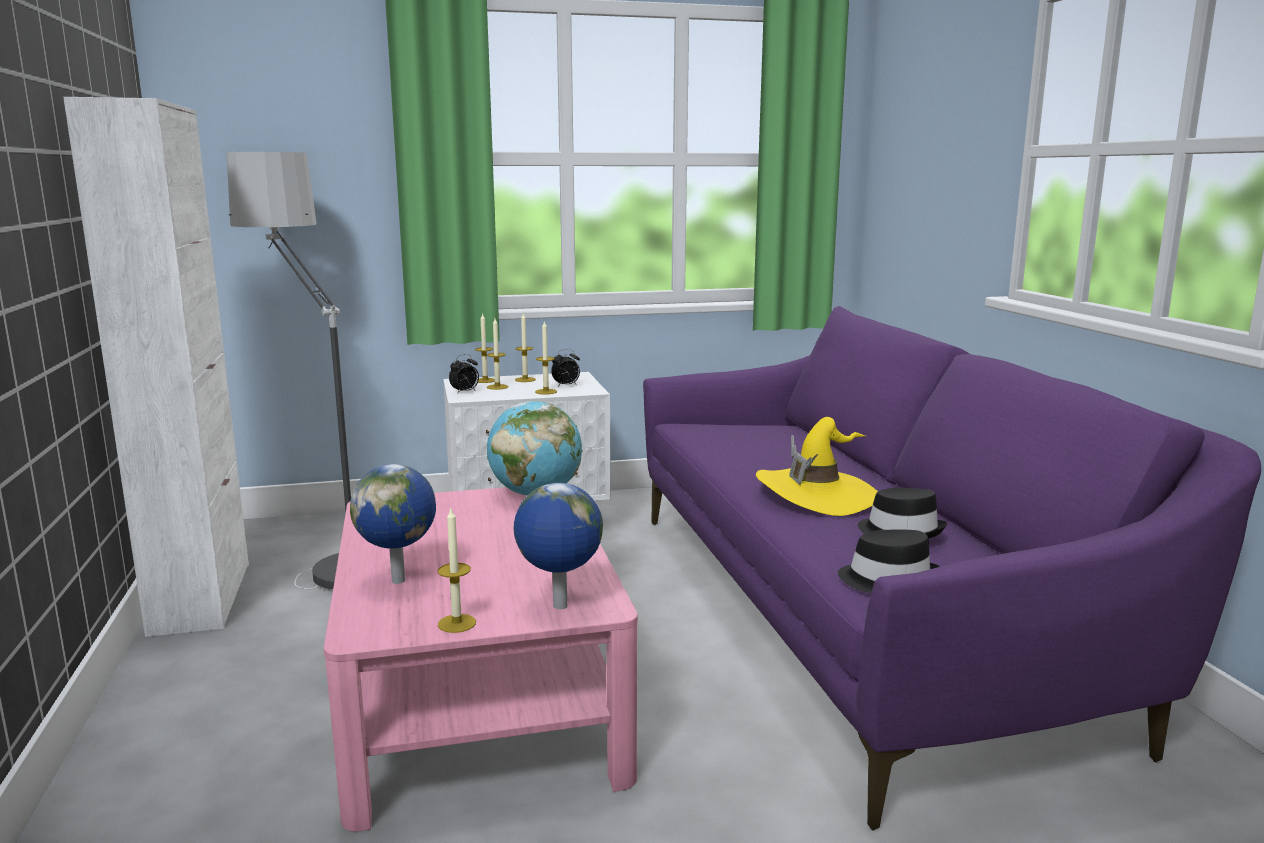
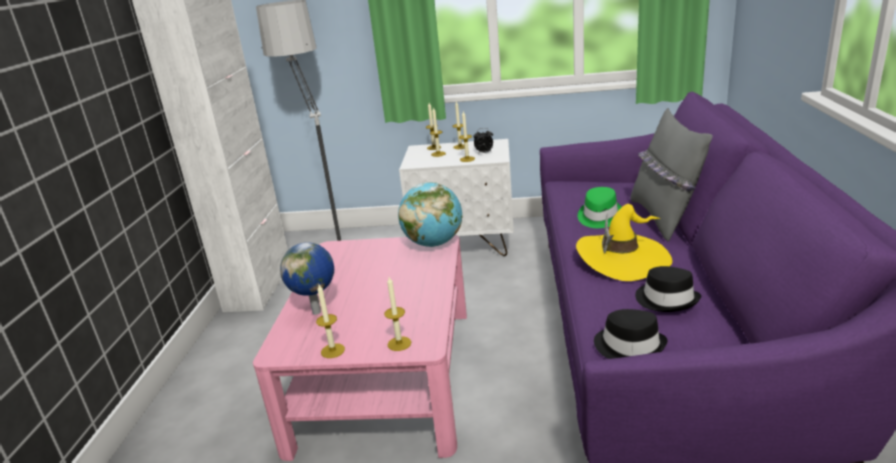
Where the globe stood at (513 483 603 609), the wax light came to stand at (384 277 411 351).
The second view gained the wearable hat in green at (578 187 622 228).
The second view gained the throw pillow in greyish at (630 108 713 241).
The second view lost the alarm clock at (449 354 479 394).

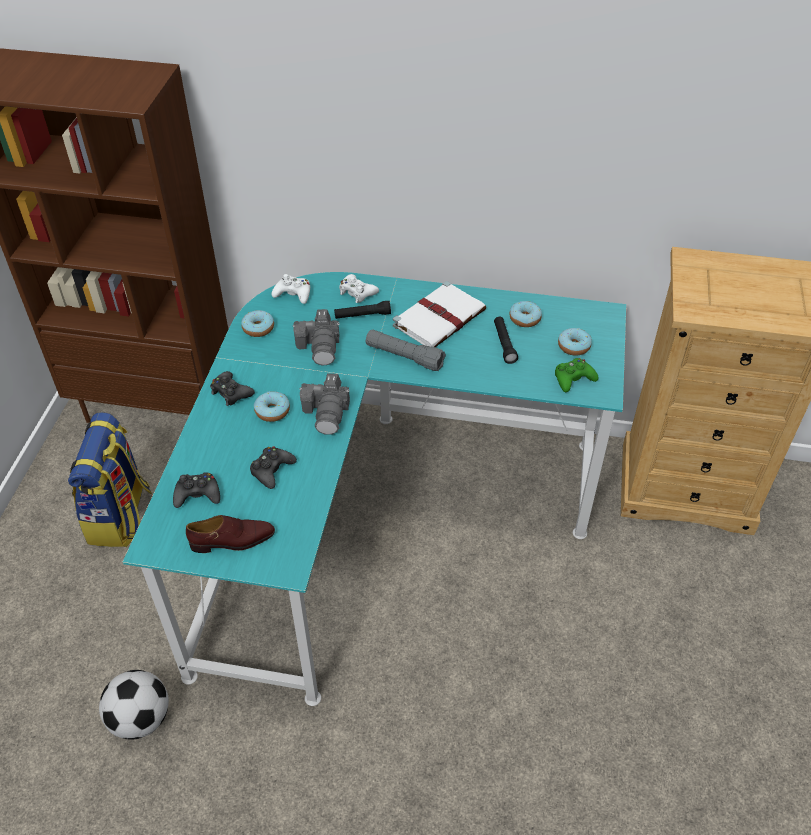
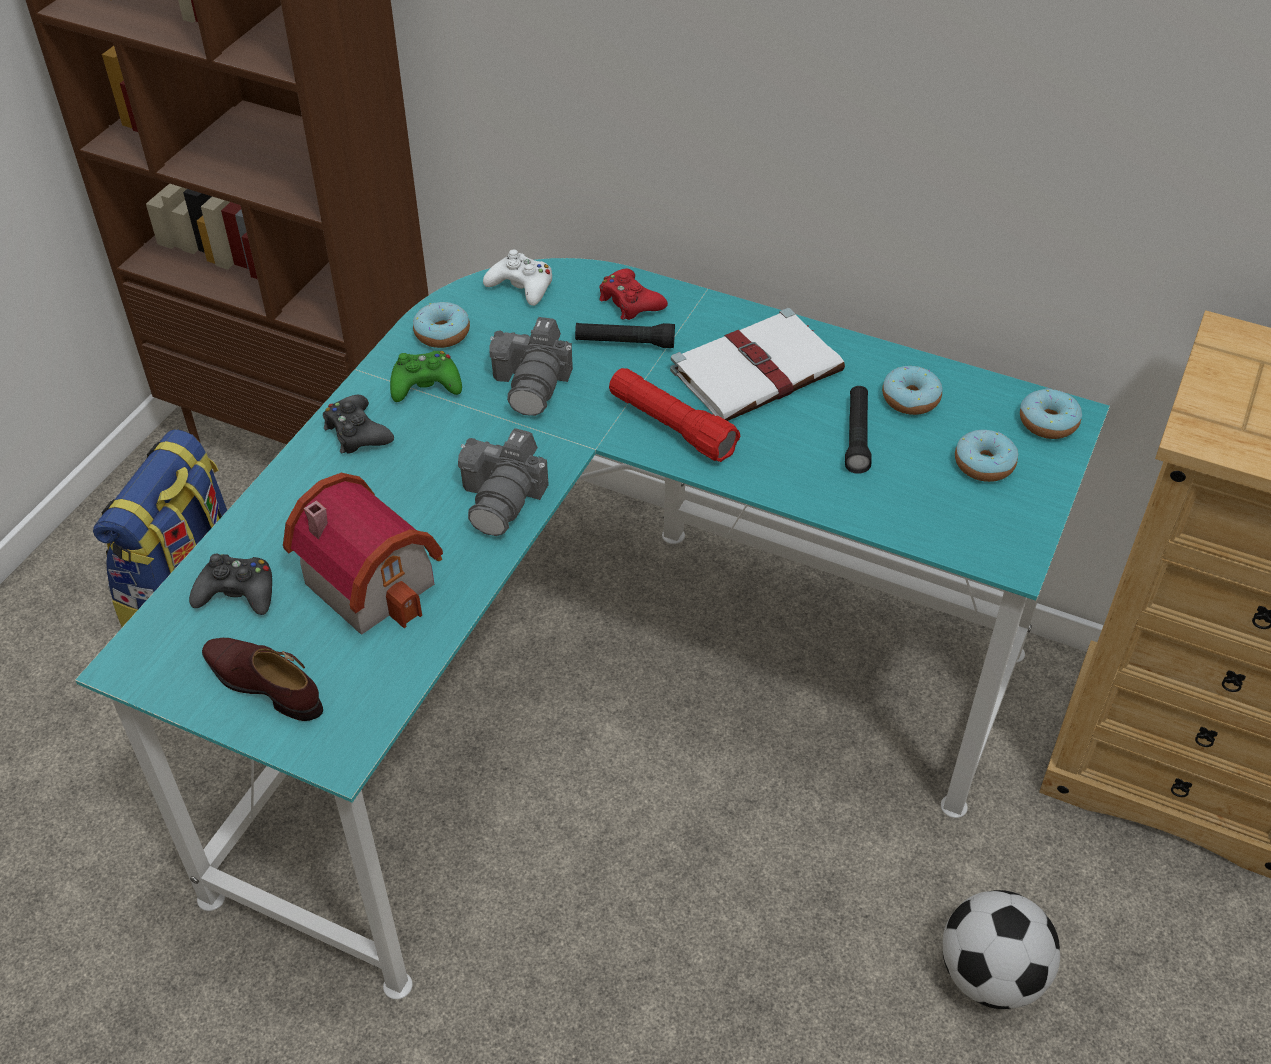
The shoe in brown-coloured at (186 515 275 553) ended up facing another way, 150 degrees counterclockwise from before.
Where the gamepad in blackish stood at (250 446 297 489), the miniature house came to stand at (283 473 443 635).
The gamepad in green ended up elsewhere, having gone from (555 358 599 392) to (390 351 462 402).
What was the gamepad in whitish at (339 274 379 303) turned into the gamepad in red at (599 268 668 320).
What was the hand torch in greyish at (366 330 446 371) turned into the hand torch in red at (609 368 741 462).
The ball for football ended up elsewhere, having gone from (99 670 169 740) to (943 890 1060 1009).
The doughnut ended up elsewhere, having gone from (254 391 290 422) to (1020 388 1082 439).

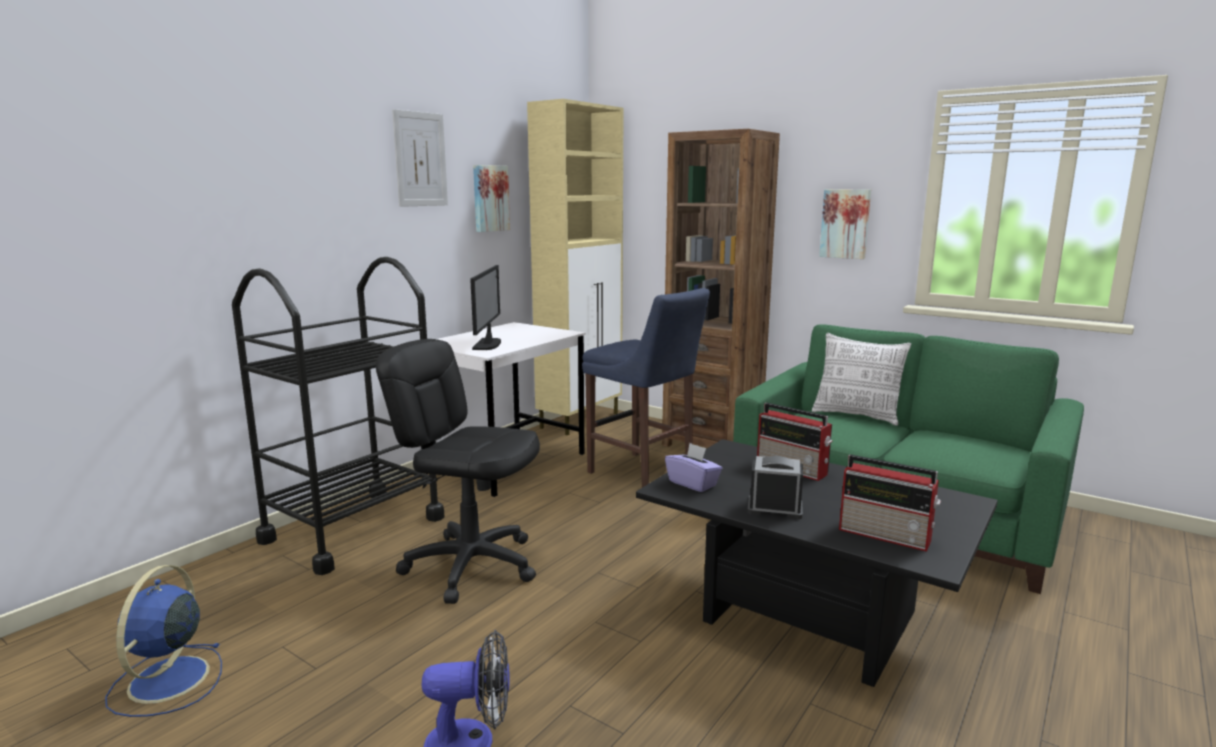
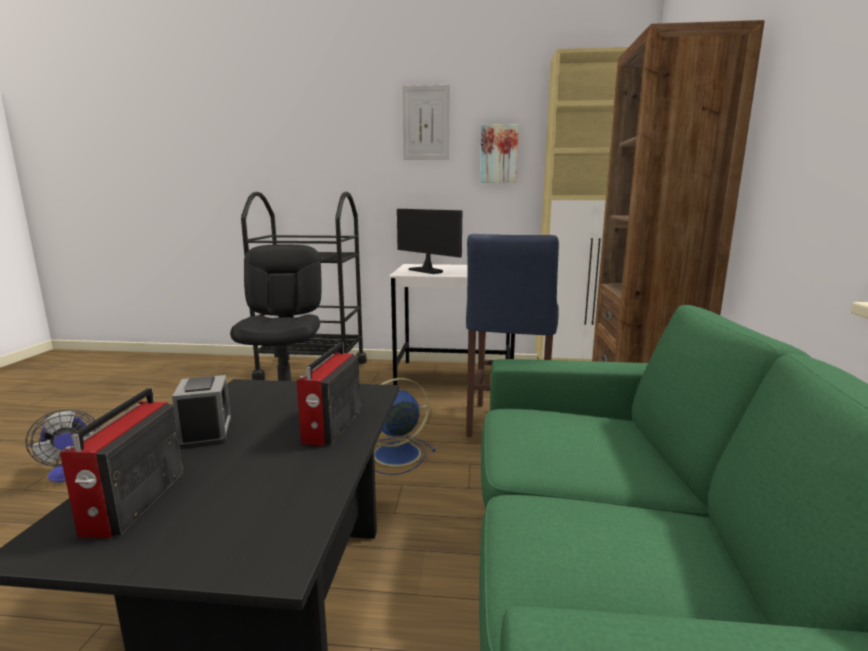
The electric fan in bluish ended up elsewhere, having gone from (105 565 222 717) to (374 378 436 475).
The monitor at (470 265 501 350) ended up facing another way, 105 degrees counterclockwise from before.
The second view lost the box of tissues in purple-coloured at (665 443 723 492).
The second view lost the throw pillow at (812 333 911 426).
The second view lost the wall picture at (819 189 871 259).

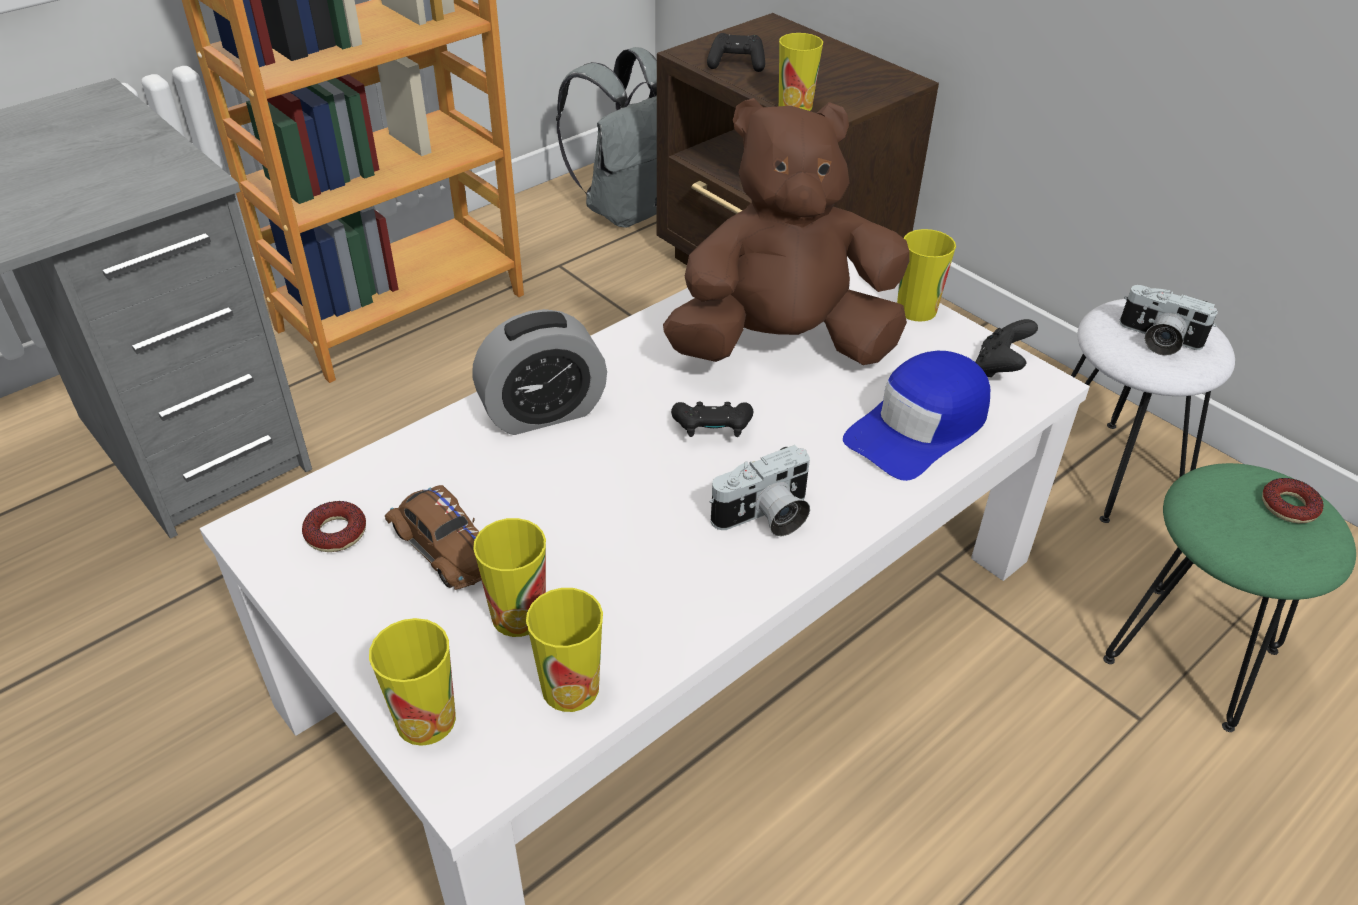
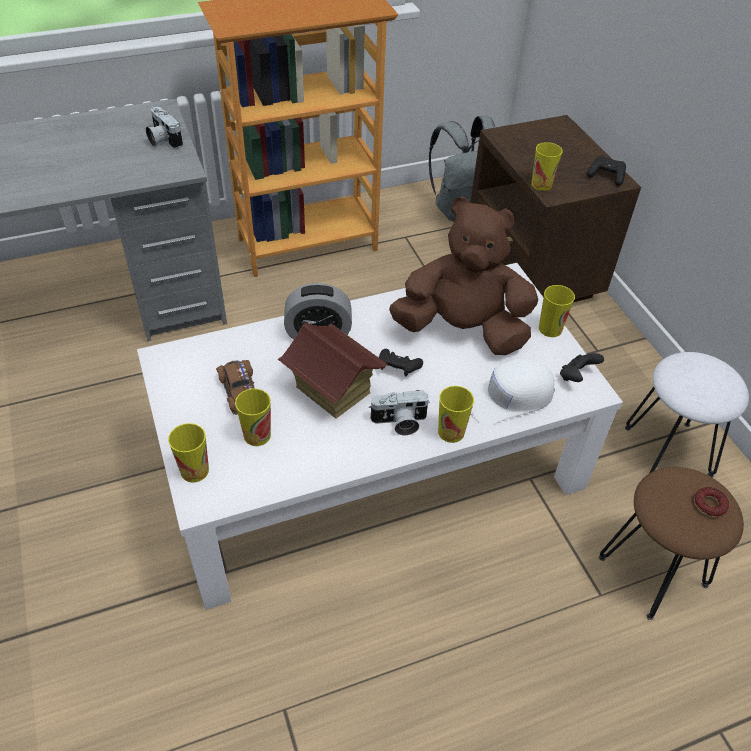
The still camera ended up elsewhere, having gone from (1120 285 1218 356) to (146 107 183 149).
The second view gained the miniature house at (278 323 387 419).
The small cup ended up elsewhere, having gone from (526 588 603 712) to (438 386 474 443).
What was the peaked cap in bluish at (843 351 990 481) turned into the peaked cap in whitish at (468 358 554 426).
The gamepad in blackish ended up elsewhere, having gone from (707 33 765 72) to (587 156 626 186).
What was the sitting stool in green at (1103 463 1356 732) turned into the sitting stool in brown-coloured at (599 467 744 620).
The second view lost the doughnut at (302 501 366 552).

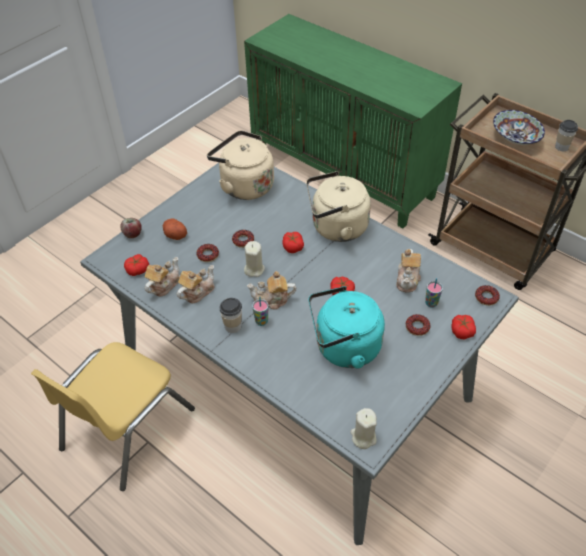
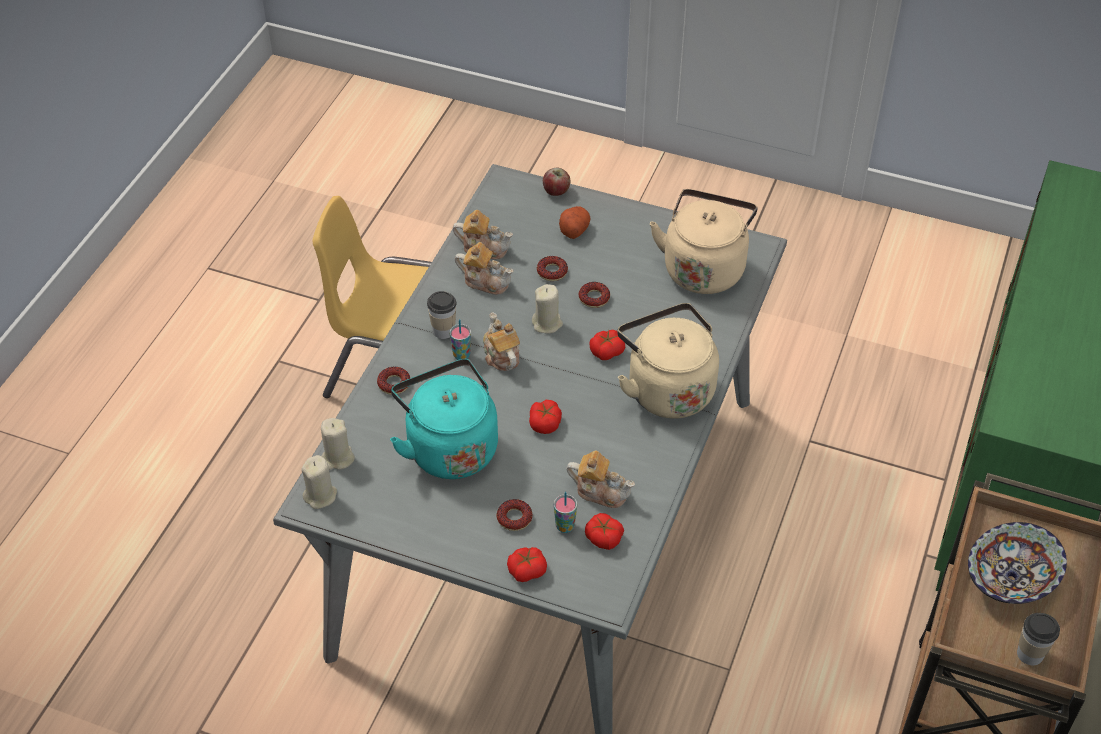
The second view gained the wax light in beige-coloured at (321 418 355 470).
The doughnut ended up elsewhere, having gone from (475 285 500 306) to (377 367 410 395).
The teapot at (396 249 421 293) ended up facing another way, 150 degrees counterclockwise from before.
The whole tomato ended up elsewhere, having gone from (124 254 149 276) to (585 513 624 550).

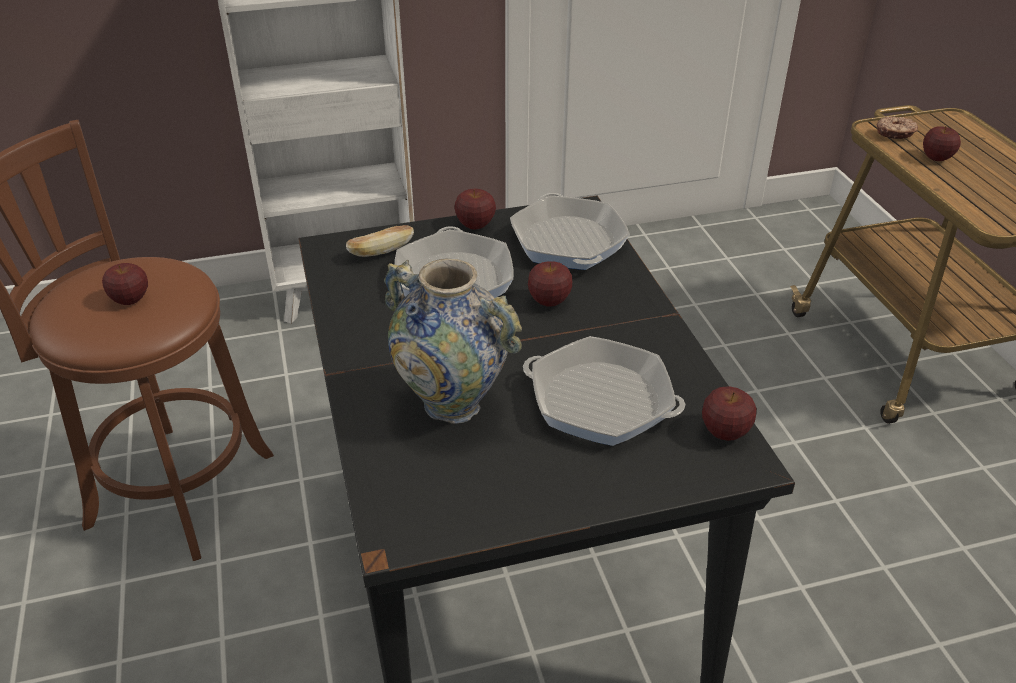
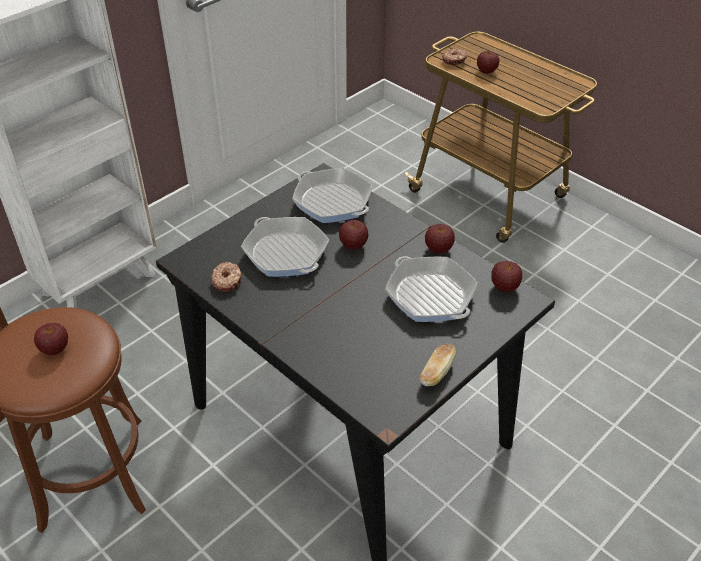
The second view gained the doughnut at (211 262 242 292).
The pan at (523 336 685 446) ended up facing another way, 60 degrees clockwise from before.
The bakery bread ended up elsewhere, having gone from (346 225 414 257) to (419 344 456 386).
The whole apple ended up elsewhere, having gone from (455 189 496 229) to (425 224 455 254).
The second view lost the vase at (384 258 522 424).

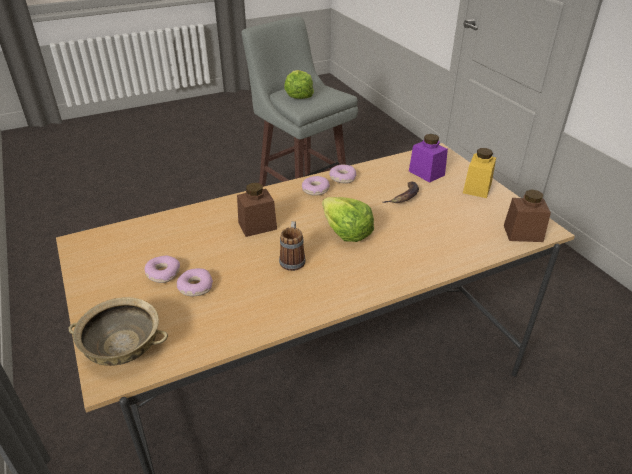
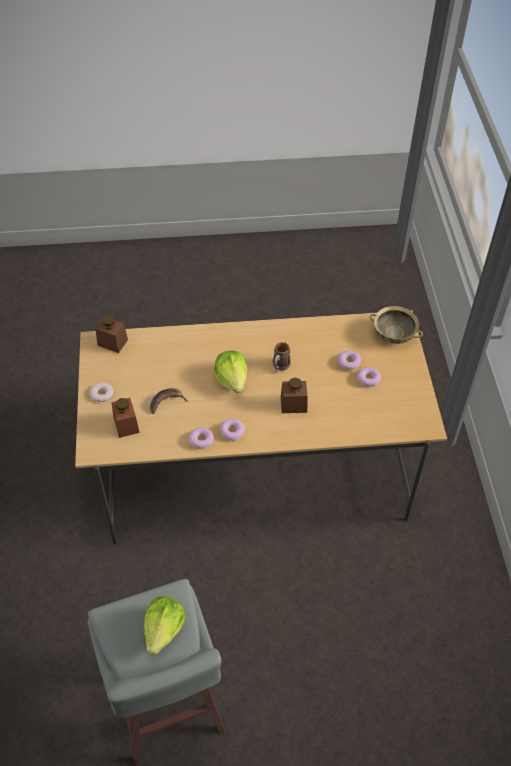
Where the preserve jar in yellow stood at (463 148 496 198), the doughnut came to stand at (90 382 113 402).
What was the preserve jar in purple-coloured at (409 134 448 183) turned into the preserve jar in brown-coloured at (111 398 140 438).

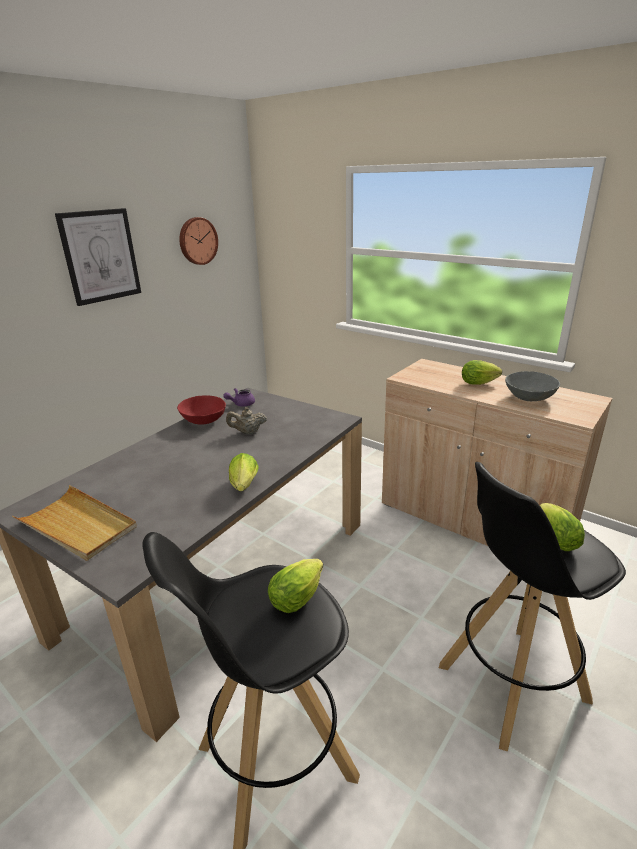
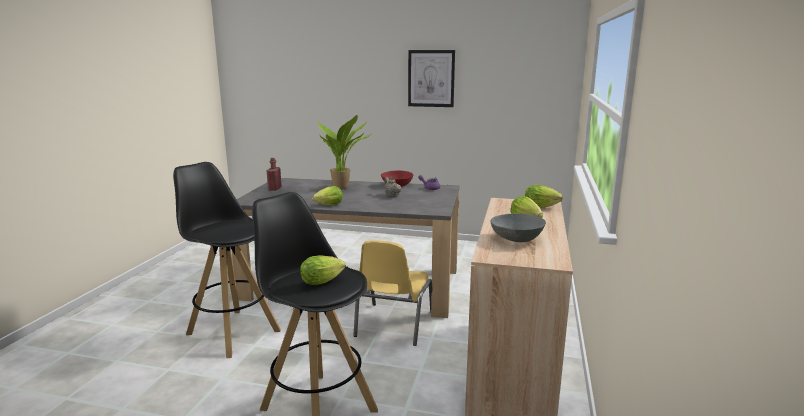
Where the tray in beige-coloured stood at (12 485 137 561), the bottle in red came to stand at (267 158 282 191).
The second view gained the potted plant at (318 115 372 189).
The second view gained the upright chair in yellow at (353 240 432 346).
The lettuce ended up elsewhere, having gone from (268 559 323 613) to (525 185 563 208).
The second view lost the clock on the wall at (179 217 218 265).

